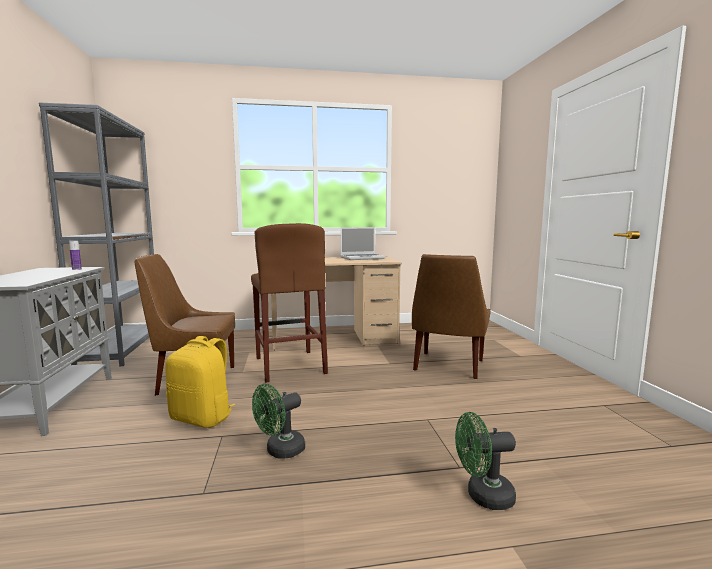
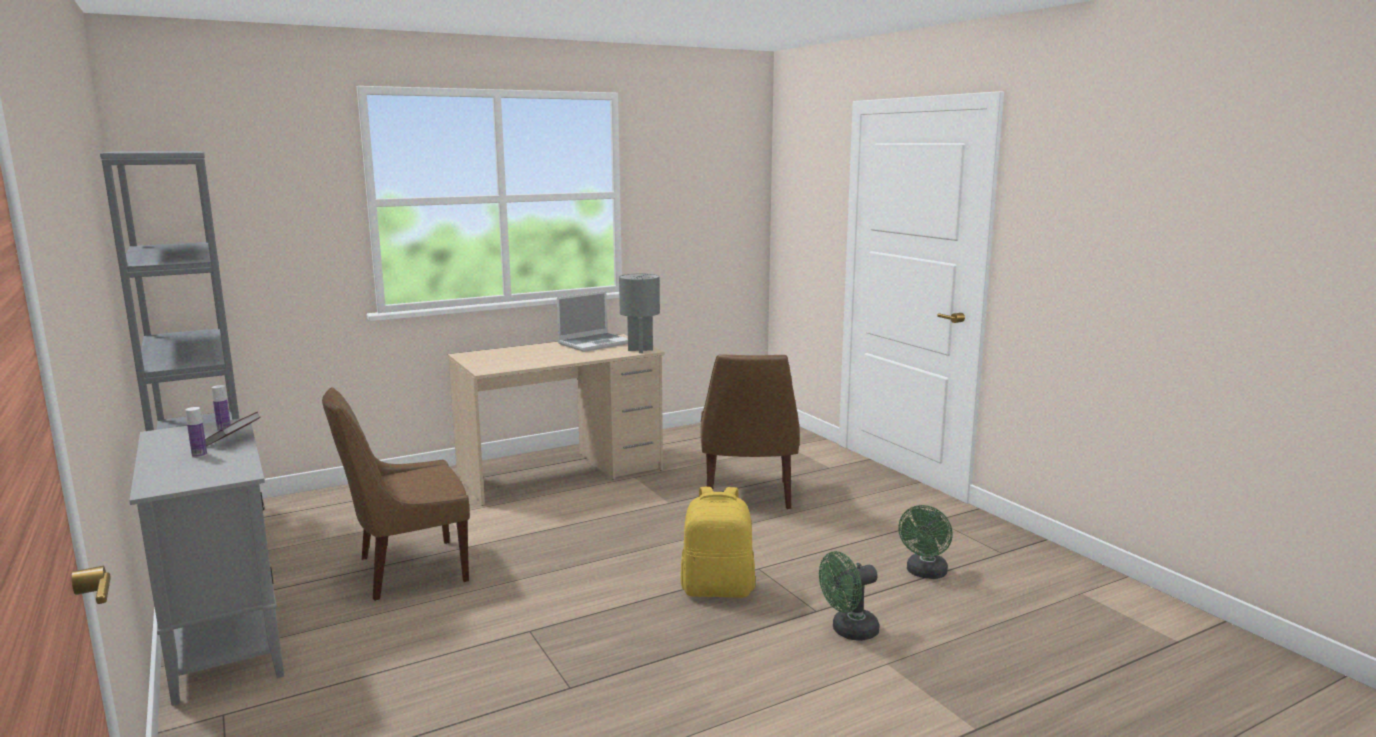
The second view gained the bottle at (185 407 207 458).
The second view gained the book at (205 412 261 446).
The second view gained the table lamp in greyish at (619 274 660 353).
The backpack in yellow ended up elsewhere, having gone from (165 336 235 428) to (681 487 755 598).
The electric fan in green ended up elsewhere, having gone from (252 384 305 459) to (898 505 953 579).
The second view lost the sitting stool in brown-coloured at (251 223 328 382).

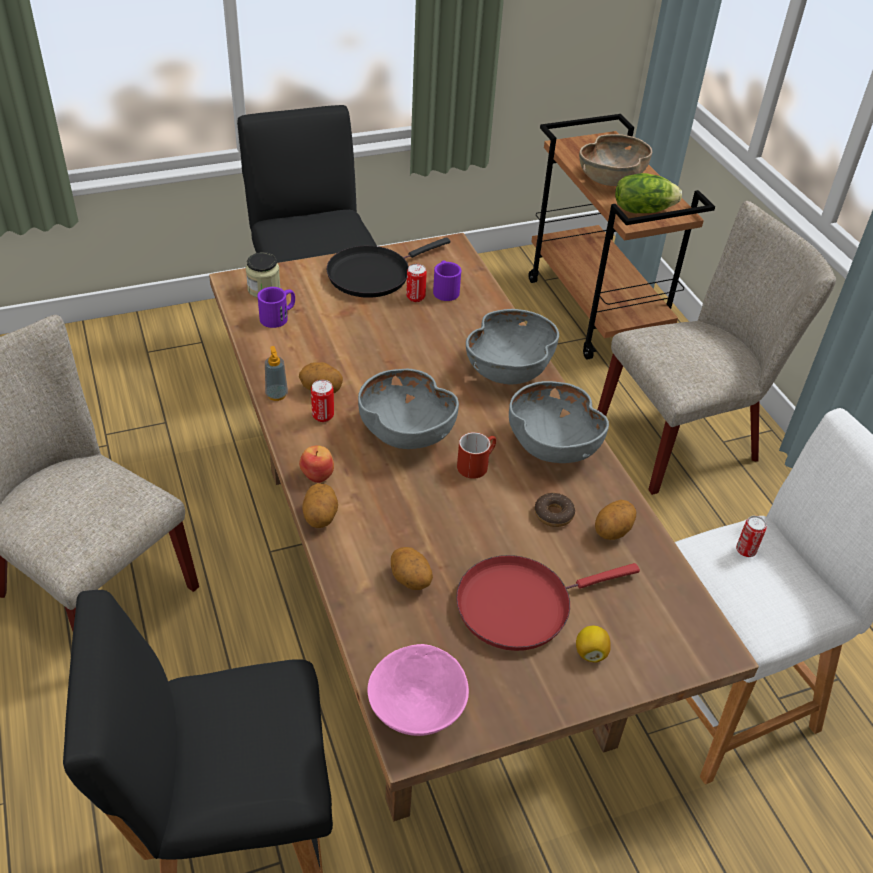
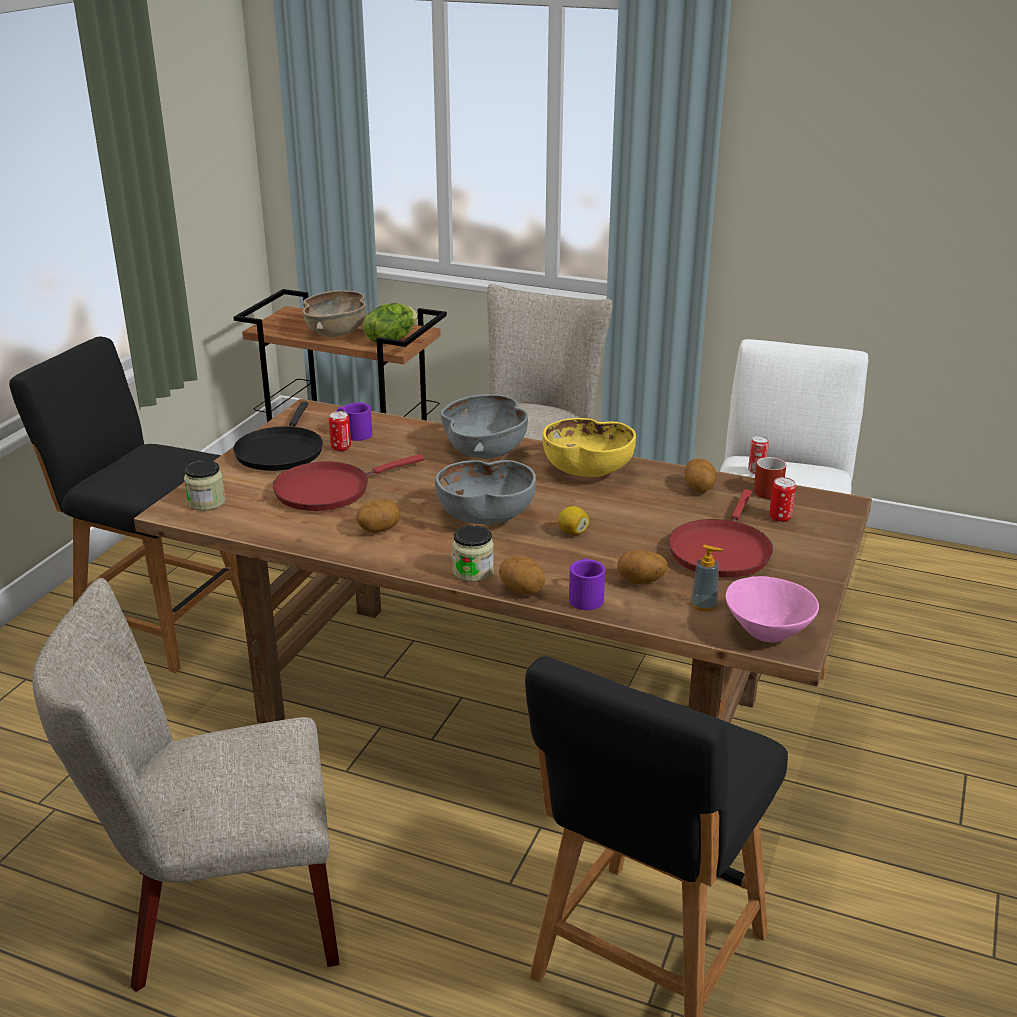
The second view gained the pan in red at (273 454 424 511).
Where the whole apple stood at (299 445 334 483), the preserve jar came to stand at (452 525 494 582).
What was the serving bowl in greyish at (509 381 609 463) turned into the serving bowl in yellow at (543 418 636 477).
The lemon ended up elsewhere, having gone from (576 626 611 663) to (558 506 589 535).
The tea mug in purple-coloured ended up elsewhere, having gone from (258 287 295 328) to (569 558 605 610).
The liquid soap bottle ended up elsewhere, having gone from (265 346 288 401) to (691 545 723 612).
The tea mug in red ended up elsewhere, having gone from (457 432 497 479) to (754 457 786 499).
The sealed can ended up elsewhere, having gone from (311 380 334 422) to (769 477 796 522).
The second view lost the doughnut at (534 493 575 527).

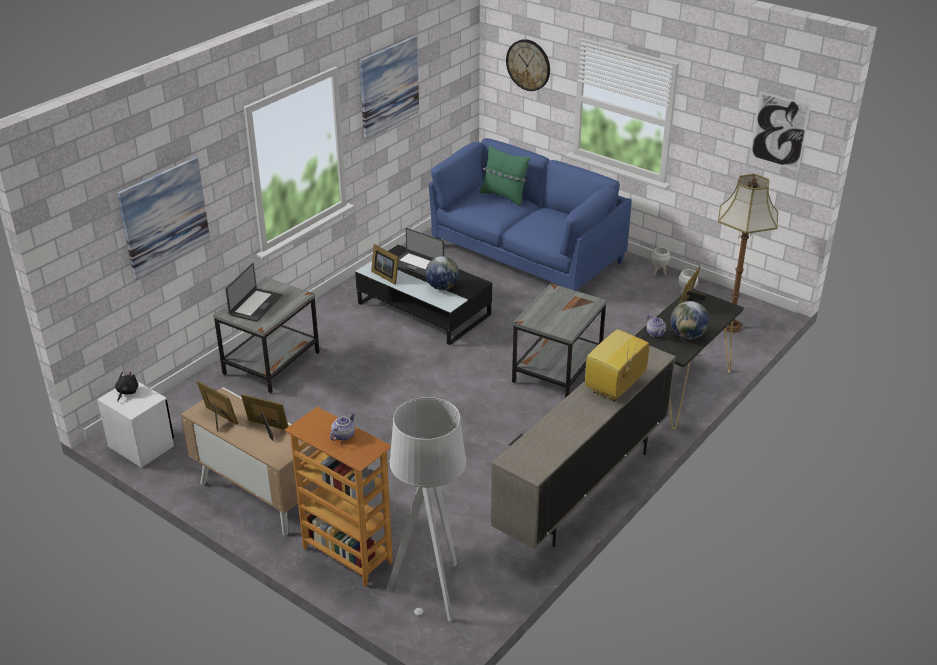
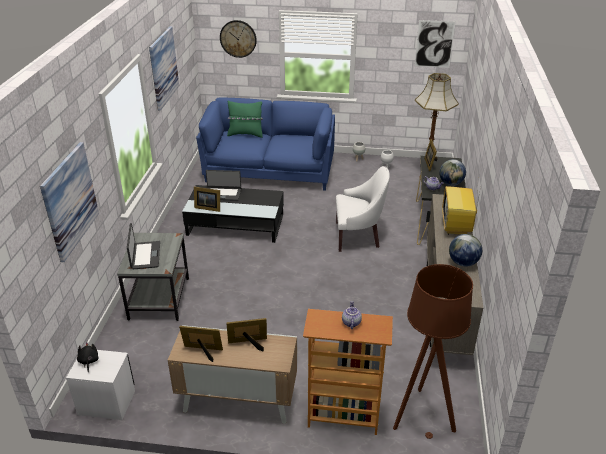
Where the end table in greyish stood at (512 284 607 398), the easy chair in whitish came to stand at (336 166 390 252).
What was the floor lamp in greyish at (387 397 466 622) turned into the floor lamp in brown-coloured at (393 264 473 439).
The globe ended up elsewhere, having gone from (425 256 459 290) to (449 234 482 267).

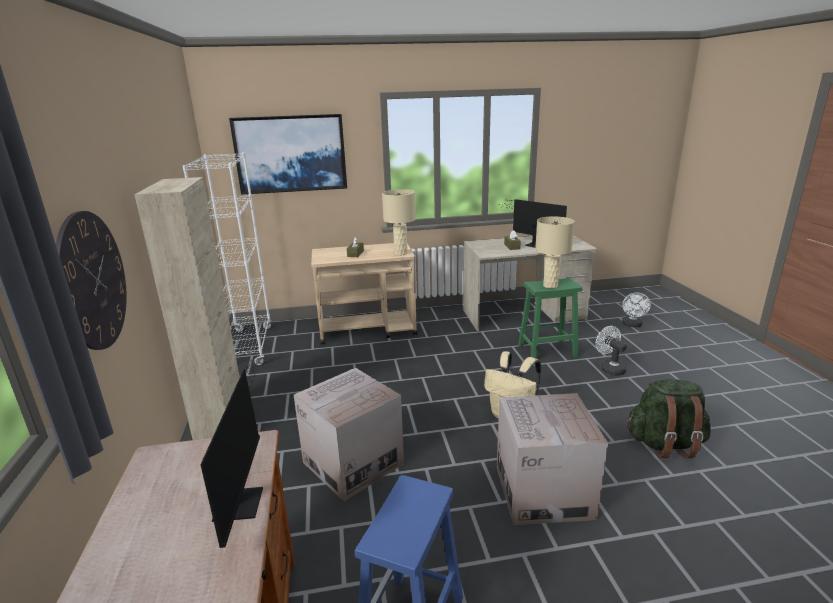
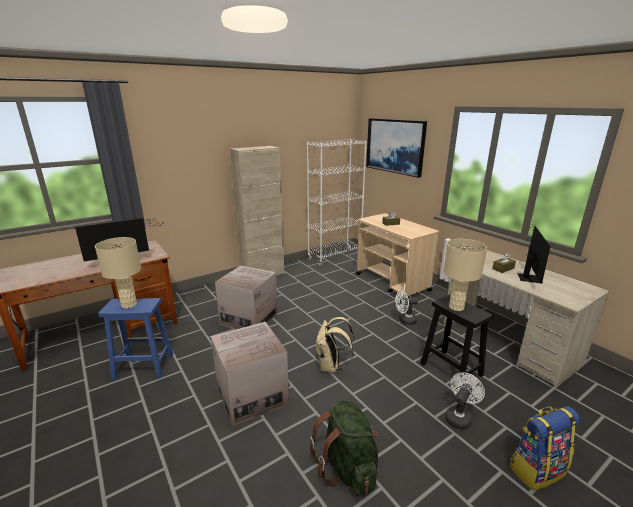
The table lamp in beige-coloured ended up elsewhere, having gone from (382 189 416 255) to (95 237 141 309).
The electric fan in whitish ended up elsewhere, having gone from (622 293 651 327) to (395 290 418 325).
What was the sitting stool in green at (518 278 583 358) turned into the sitting stool in blackish at (420 294 494 390).
The second view gained the backpack at (510 406 580 490).
The second view lost the clock on the wall at (56 211 127 350).

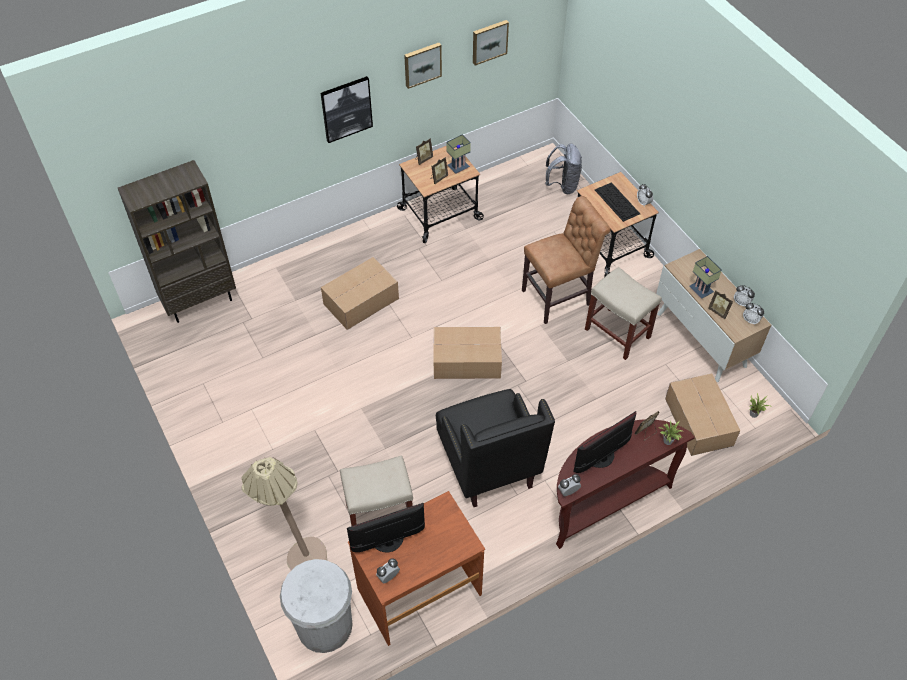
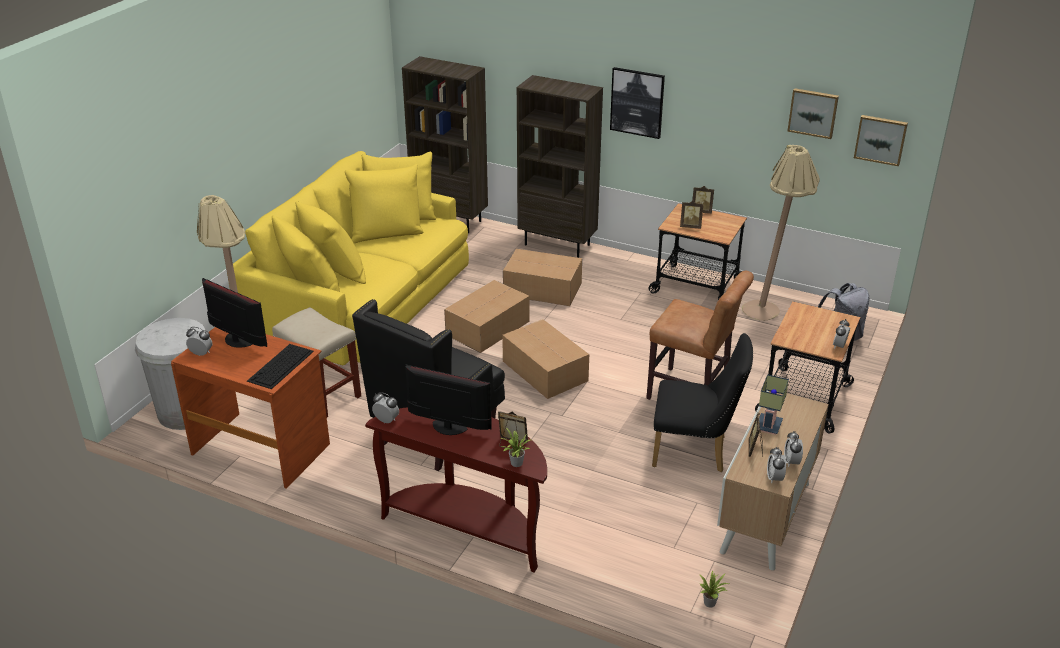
The second view gained the sofa in yellow at (228 151 469 365).
The computer keyboard ended up elsewhere, having gone from (595 182 640 222) to (247 344 314 389).
The packing box ended up elsewhere, having gone from (665 373 740 456) to (444 280 529 353).
The second view gained the bookcase in brown-coloured at (517 75 603 258).
Where the sitting stool in beige-coloured stood at (585 267 662 360), the upright chair in blackish came to stand at (652 333 753 472).
The second view gained the floor lamp in beige-coloured at (742 145 820 321).
The wall picture ended up elsewhere, having gone from (404 43 442 89) to (854 115 908 166).
The second view lost the table lamp at (447 134 471 174).

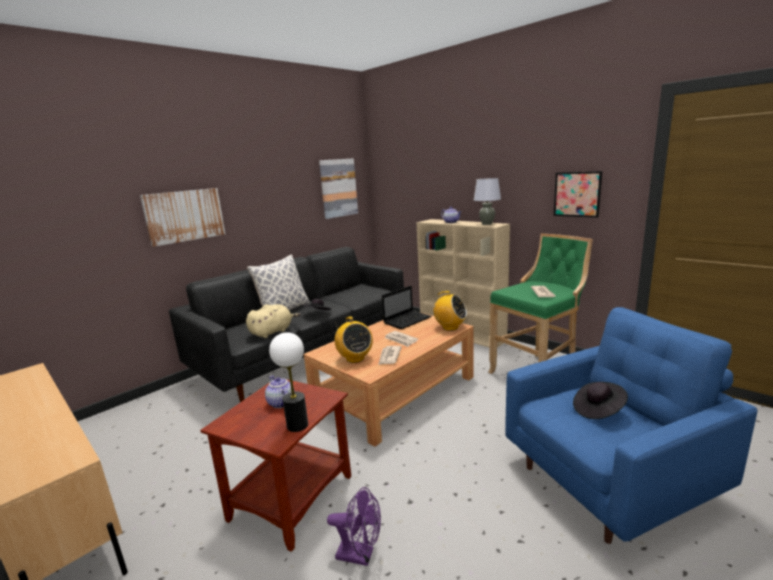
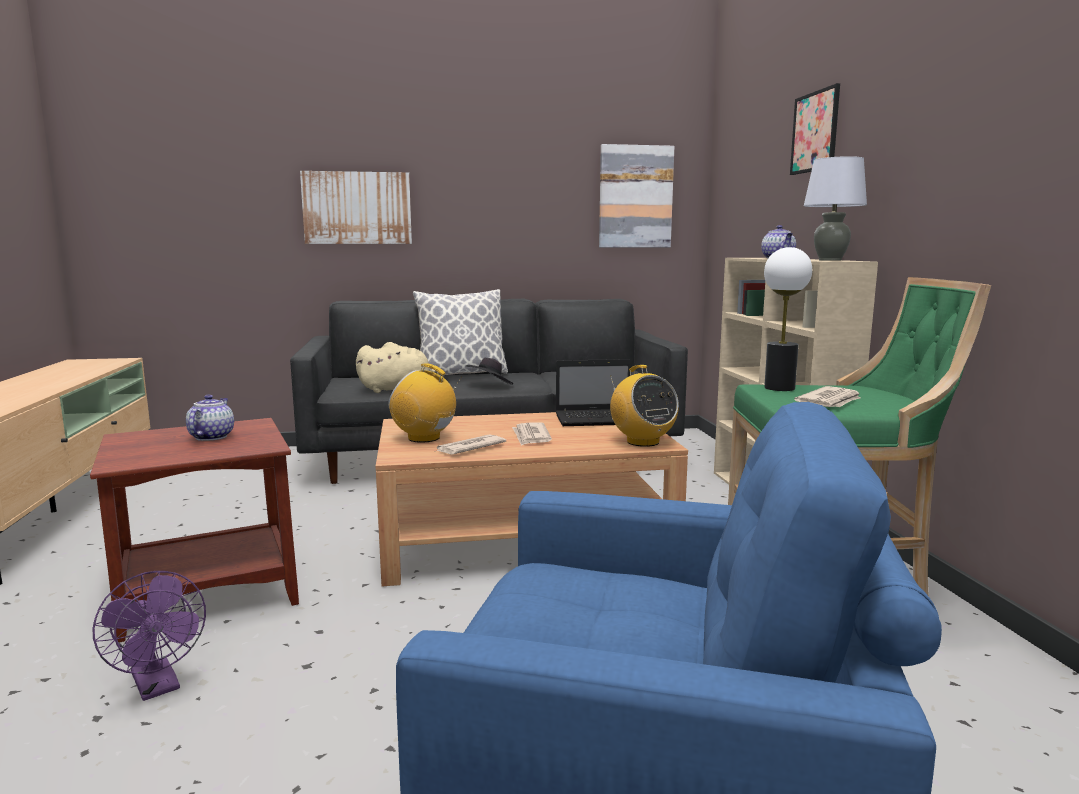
The radio receiver at (335 316 373 363) ended up facing another way, 105 degrees clockwise from before.
The table lamp ended up elsewhere, having gone from (269 332 308 432) to (764 247 812 391).
The wall picture ended up elsewhere, having gone from (554 171 602 218) to (790 83 840 175).
The second view lost the wearable hat in blackish at (573 382 628 419).

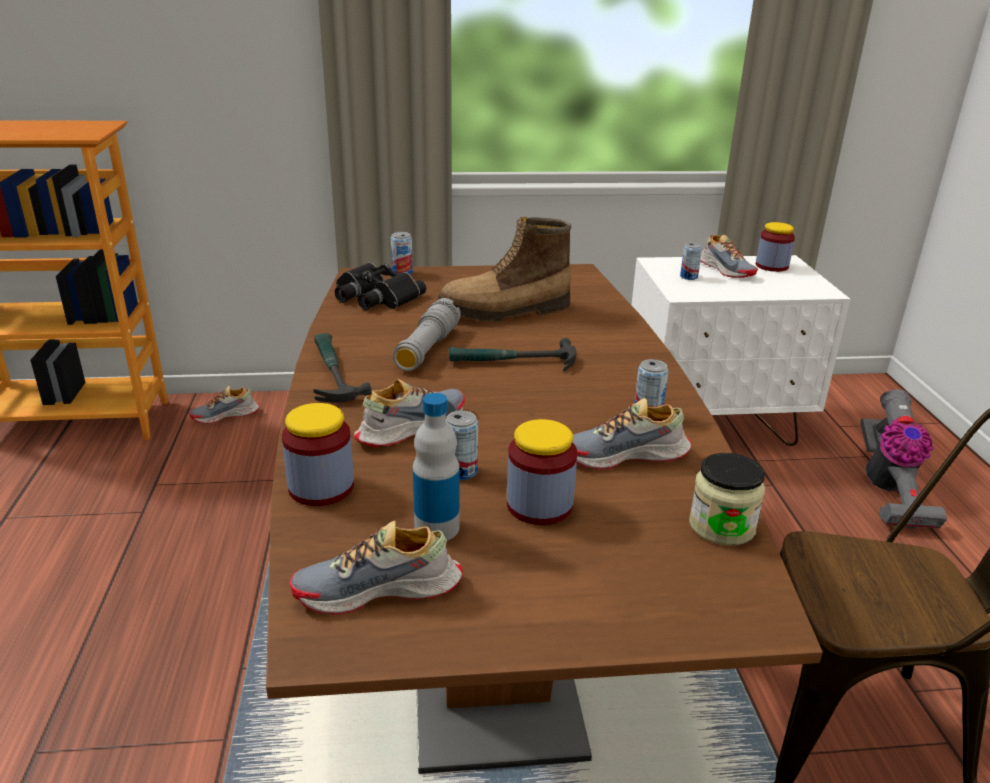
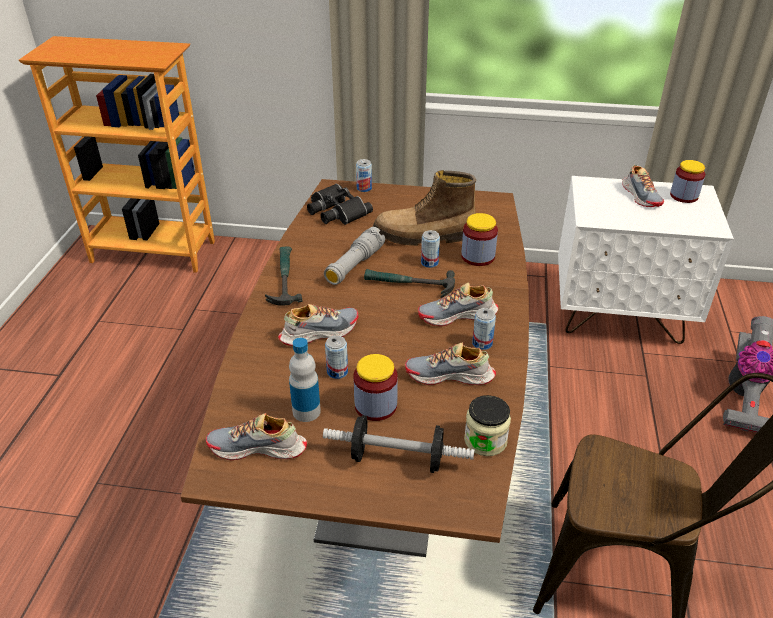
The second view gained the hand weight at (323 415 475 473).
The shoe ended up elsewhere, having gone from (189 386 260 424) to (418 282 499 327).
The sealed can ended up elsewhere, having gone from (680 242 702 280) to (421 230 440 268).
The preserve jar ended up elsewhere, having gone from (282 403 354 506) to (461 213 498 266).

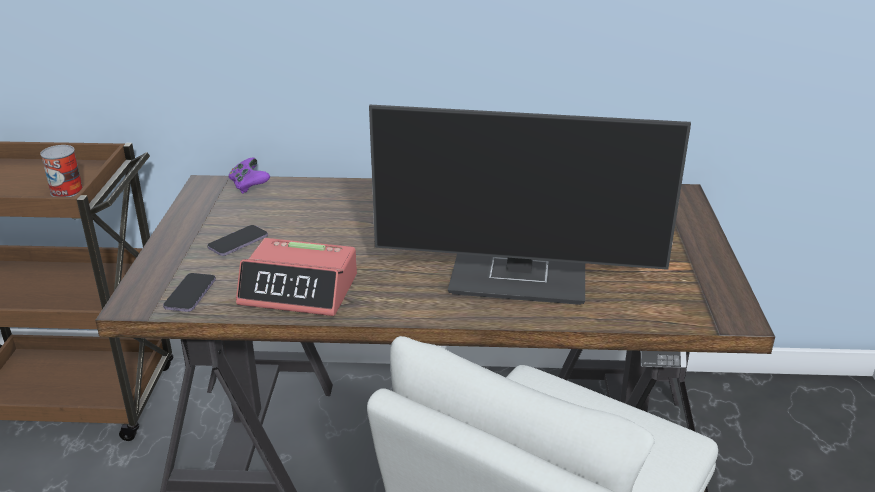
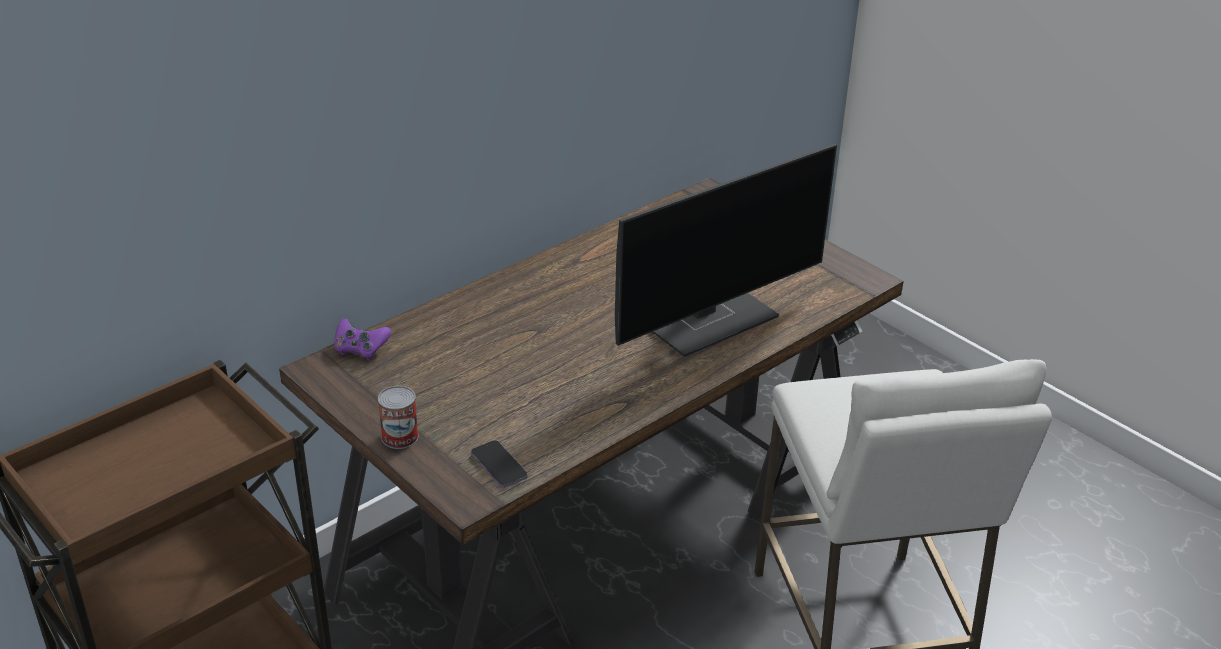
The sealed can ended up elsewhere, having gone from (40 145 83 197) to (378 386 419 449).
The second view lost the telephone at (207 225 268 256).
The second view lost the alarm clock at (236 238 357 316).

